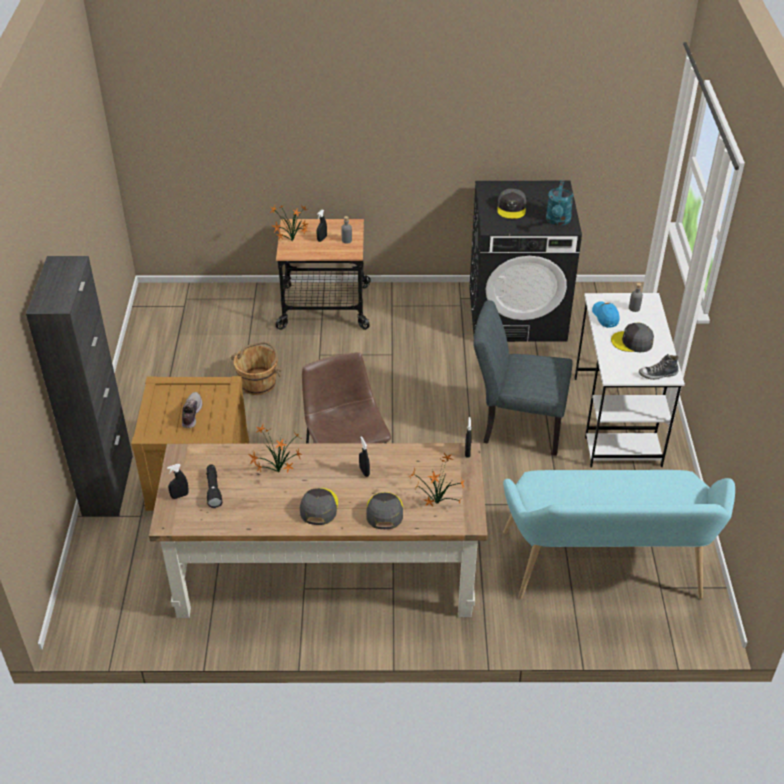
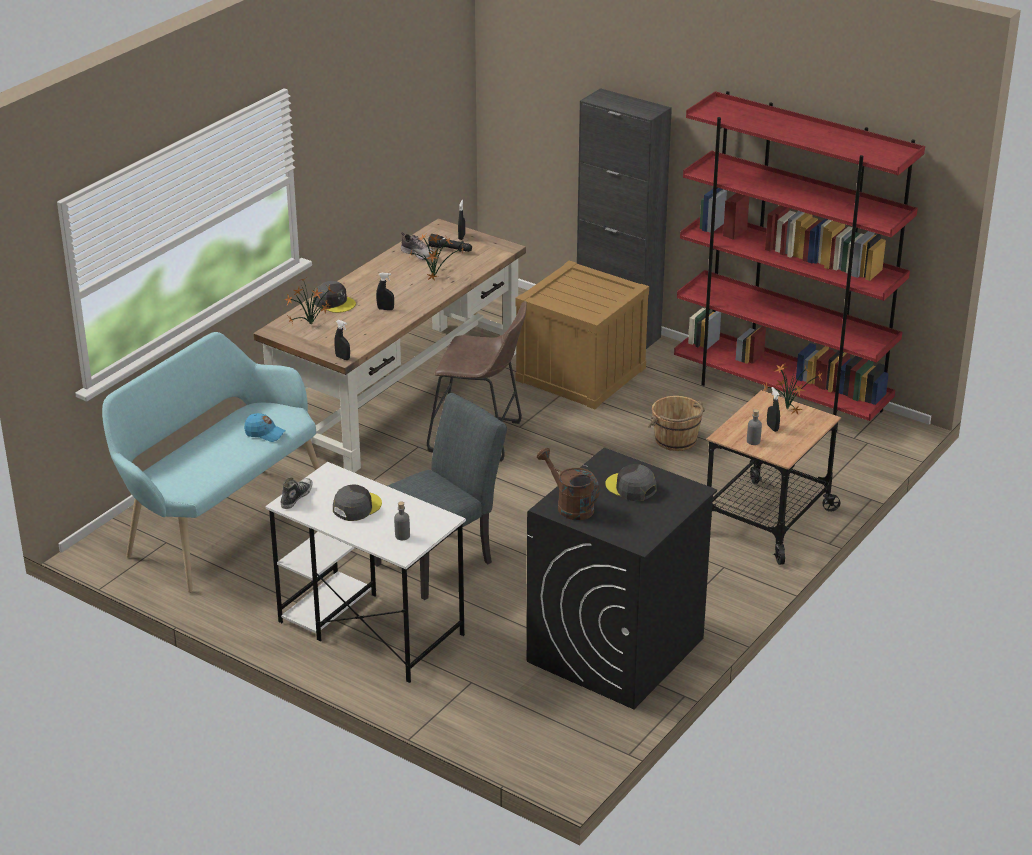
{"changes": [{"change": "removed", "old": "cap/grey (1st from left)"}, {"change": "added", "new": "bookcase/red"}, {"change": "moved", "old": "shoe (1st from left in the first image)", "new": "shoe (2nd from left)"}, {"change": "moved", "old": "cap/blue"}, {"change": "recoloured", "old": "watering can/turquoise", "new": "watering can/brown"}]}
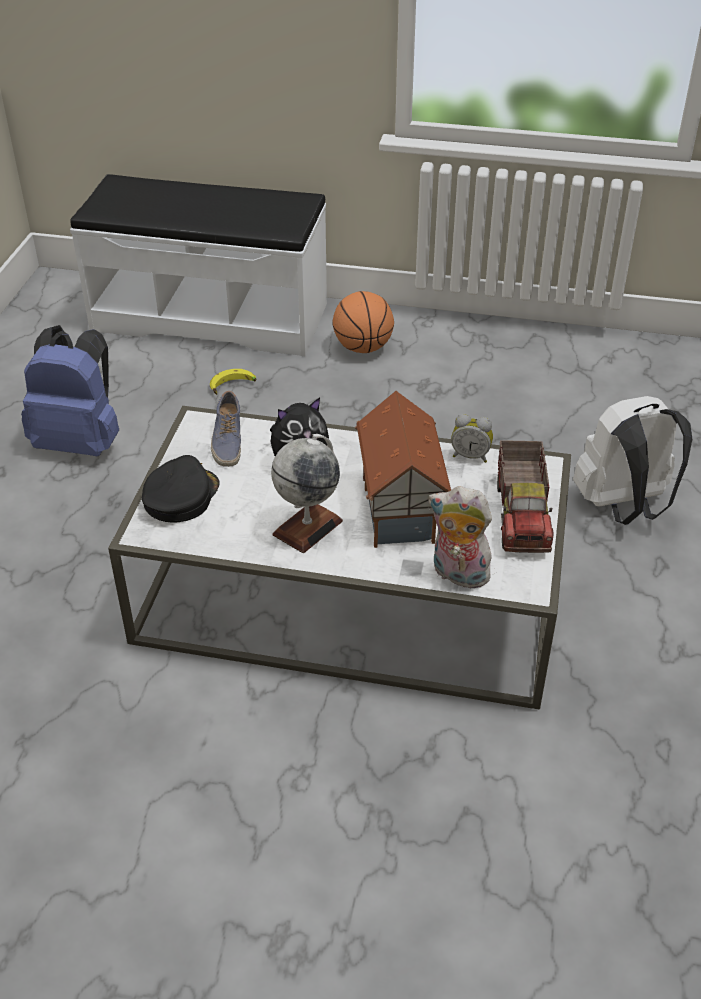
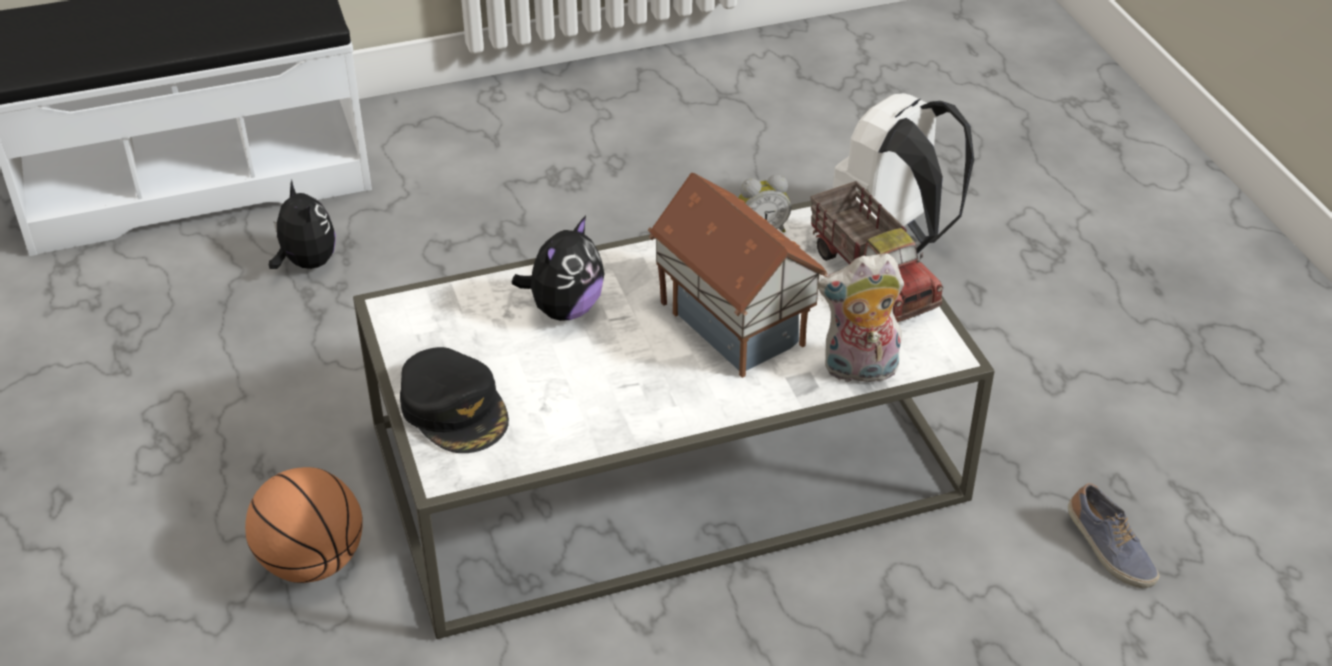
{"changes": [{"change": "removed", "old": "backpack/blue"}, {"change": "removed", "old": "globe"}, {"change": "moved", "old": "shoe"}, {"change": "moved", "old": "basketball"}, {"change": "replaced", "old": "banana", "new": "plush toy (1st from left)"}, {"change": "turned", "old": "cap/black", "degrees": 150}]}
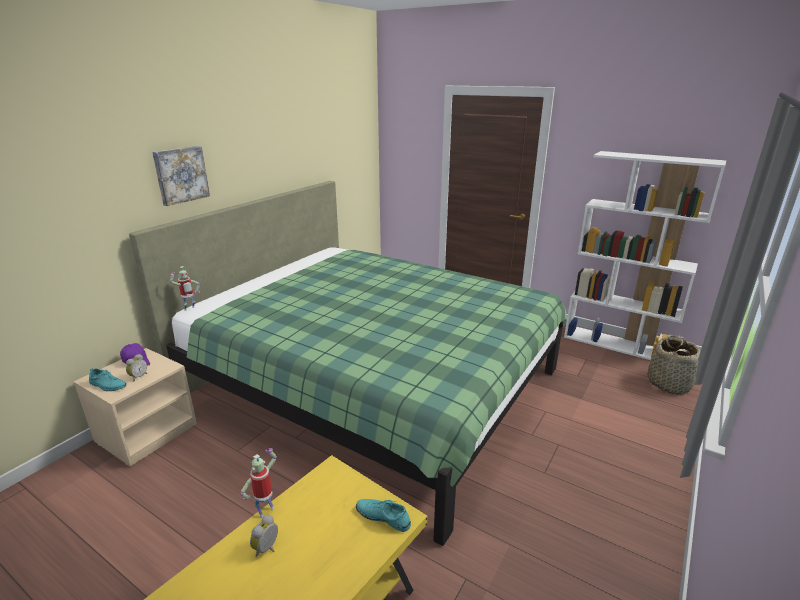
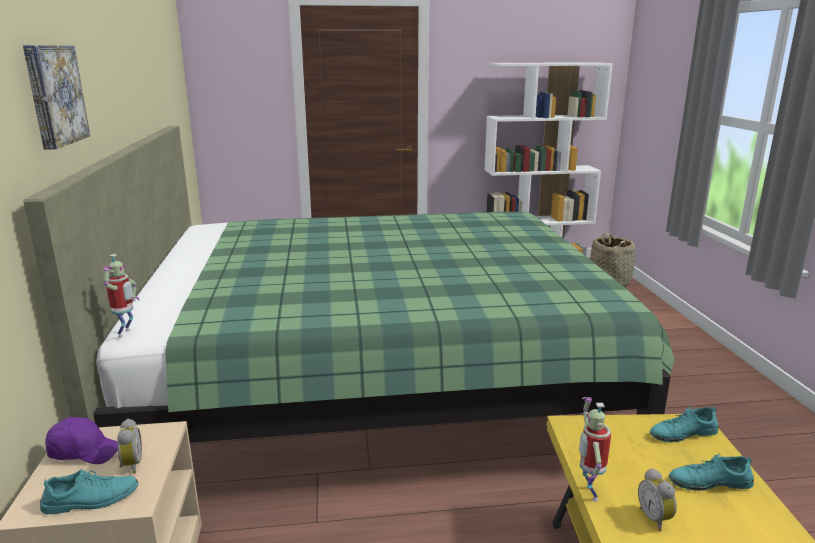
{"changes": [{"change": "added", "new": "shoe/turquoise (3rd from left)"}]}
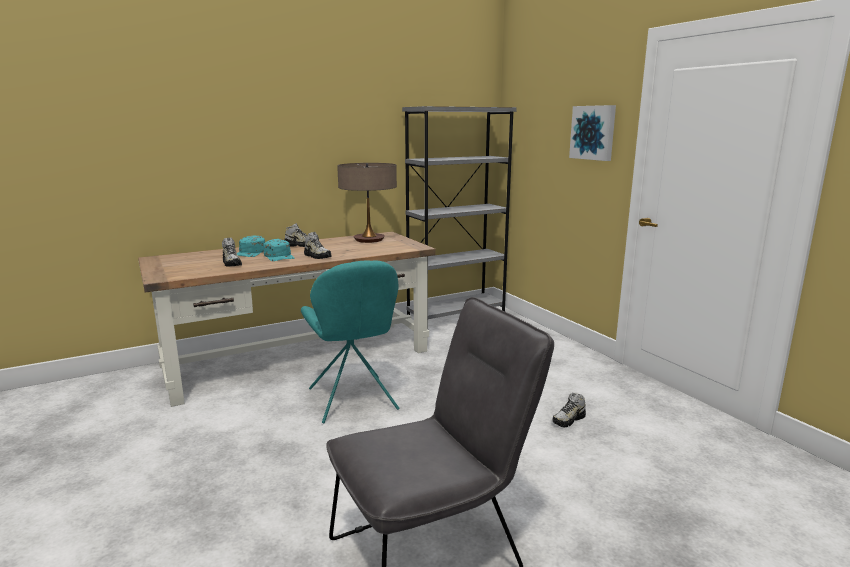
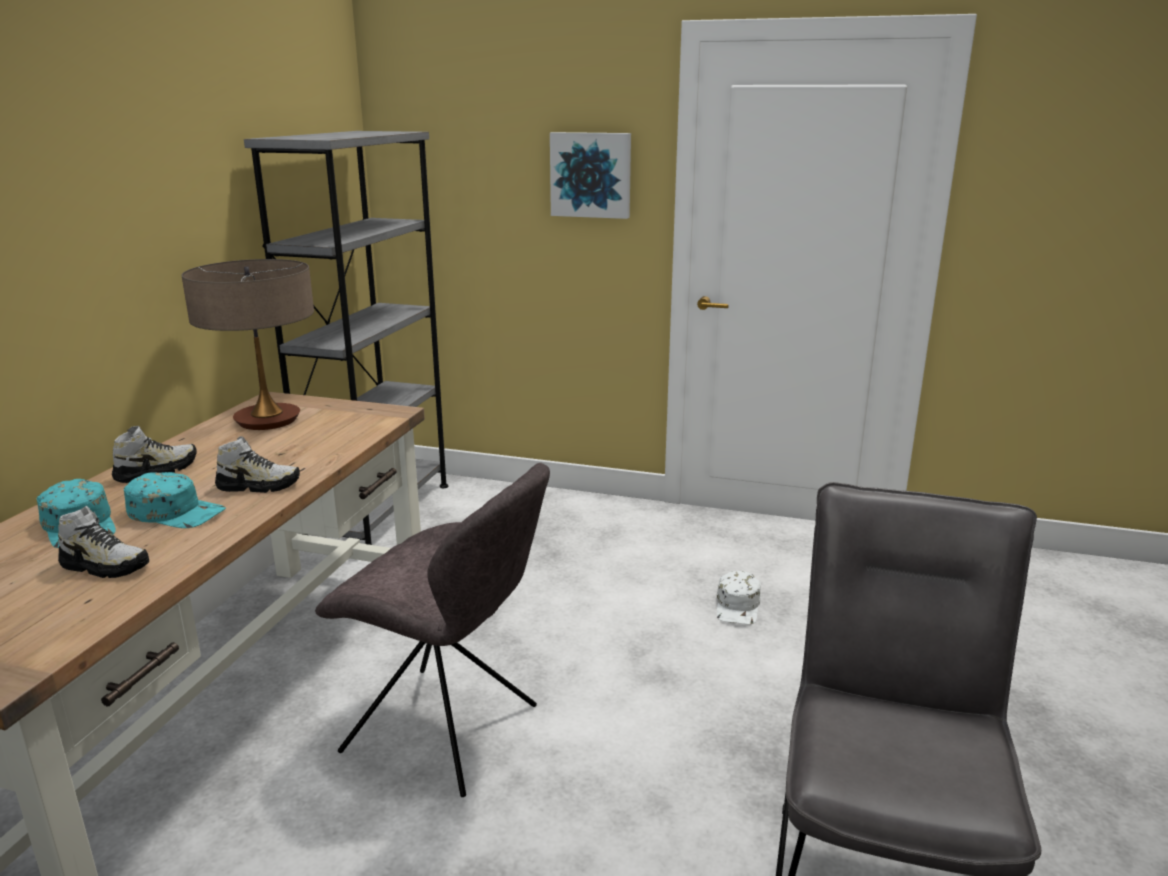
{"changes": [{"change": "replaced", "old": "shoe (4th from left)", "new": "cap/white"}, {"change": "recoloured", "old": "chair/turquoise", "new": "chair/grey (1st from left)"}]}
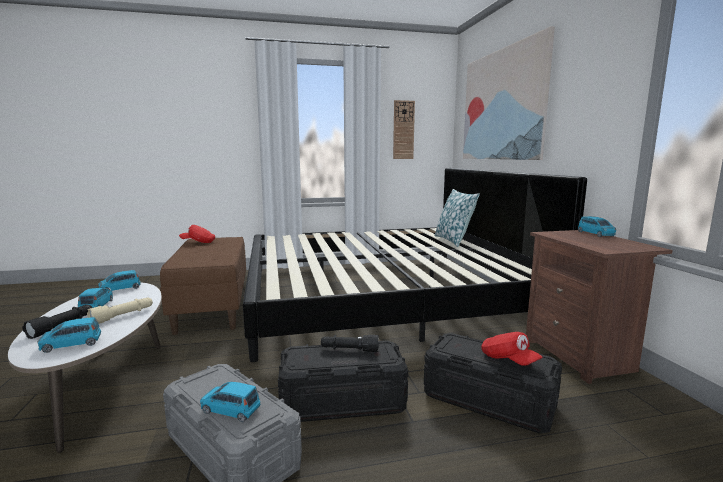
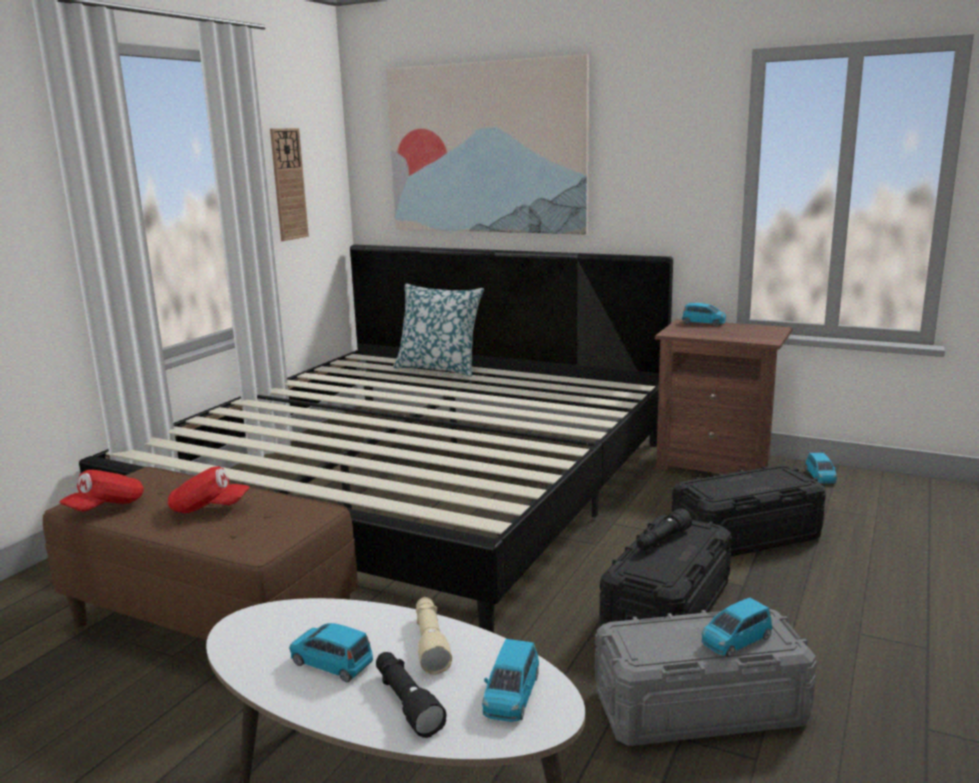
{"changes": [{"change": "moved", "old": "toy car/blue (3rd from left in the first image)", "new": "toy car/blue (5th from left)"}, {"change": "moved", "old": "cap/red (2nd from left)"}]}
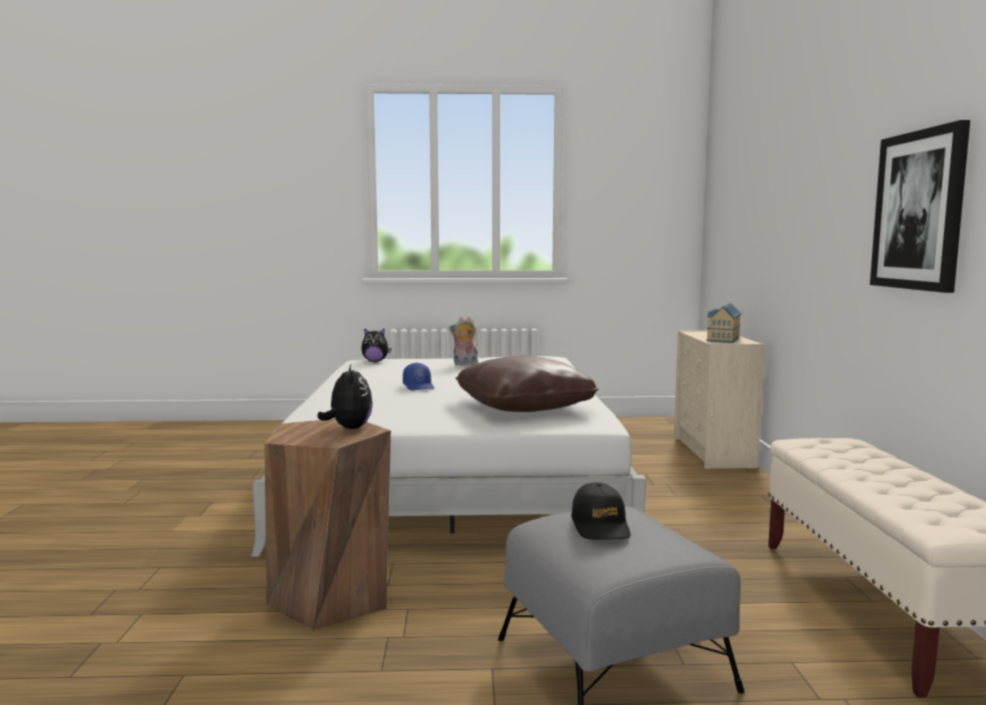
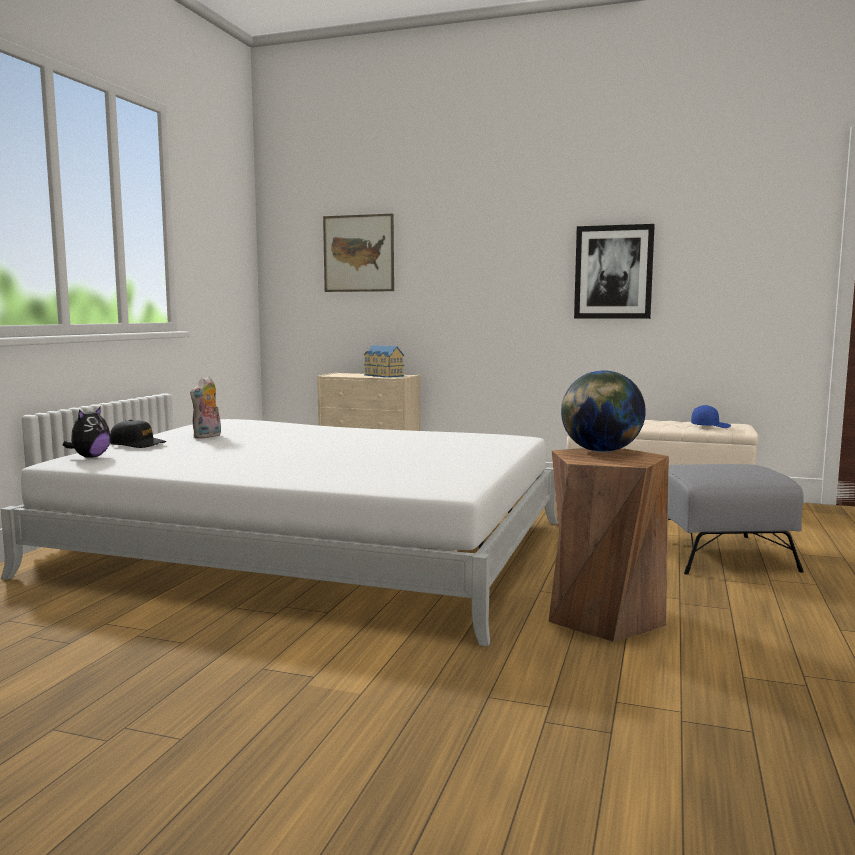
{"changes": [{"change": "removed", "old": "pillow/brown"}, {"change": "added", "new": "picture (1st from left)"}, {"change": "moved", "old": "cap/blue"}, {"change": "moved", "old": "cap/black"}, {"change": "replaced", "old": "plush toy (1st from left)", "new": "globe"}]}
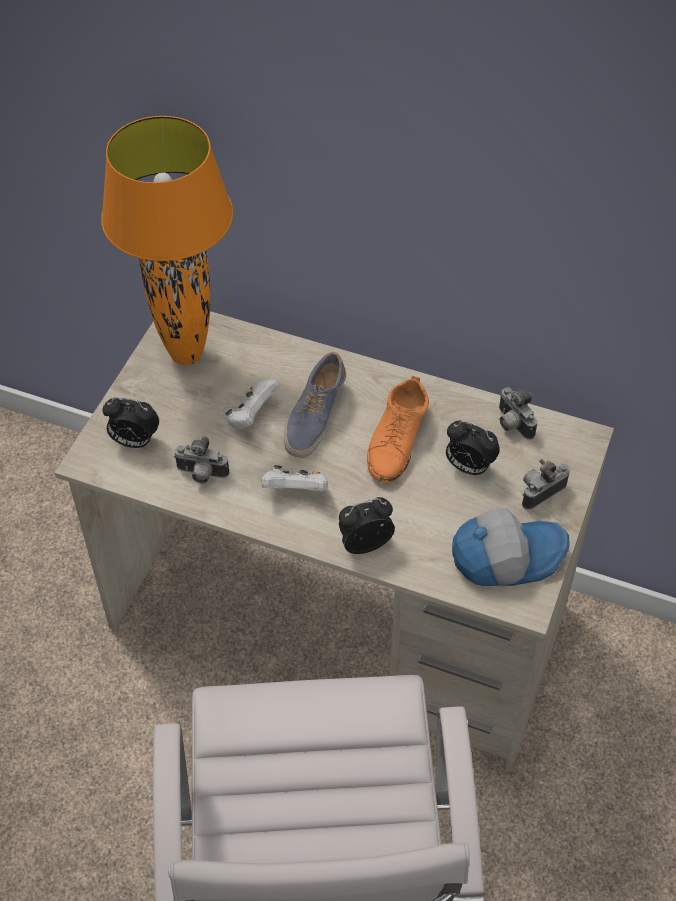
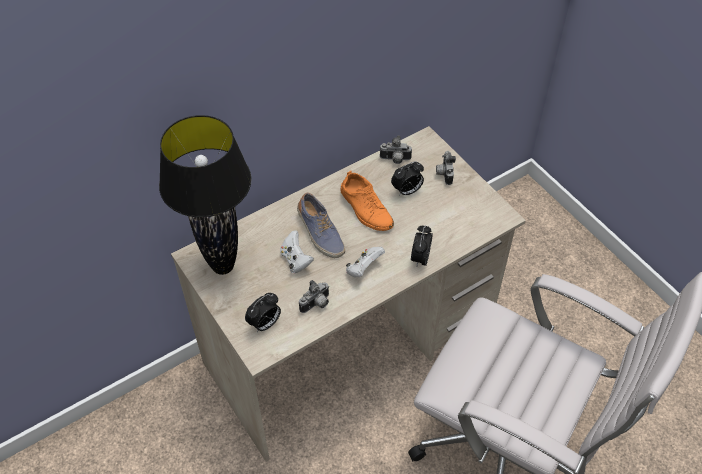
{"changes": [{"change": "removed", "old": "cap"}, {"change": "recoloured", "old": "table lamp/orange", "new": "table lamp/black"}]}
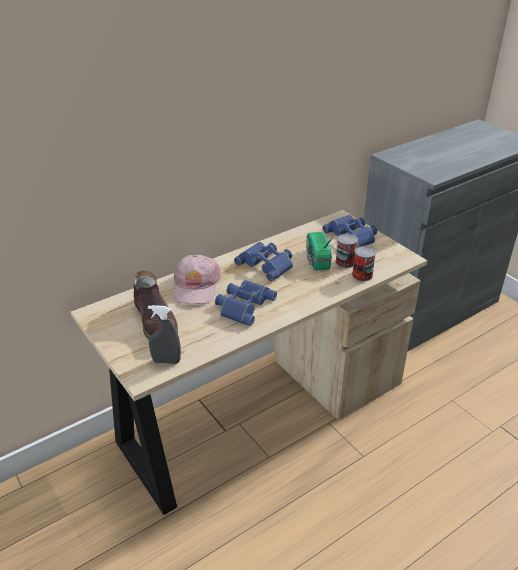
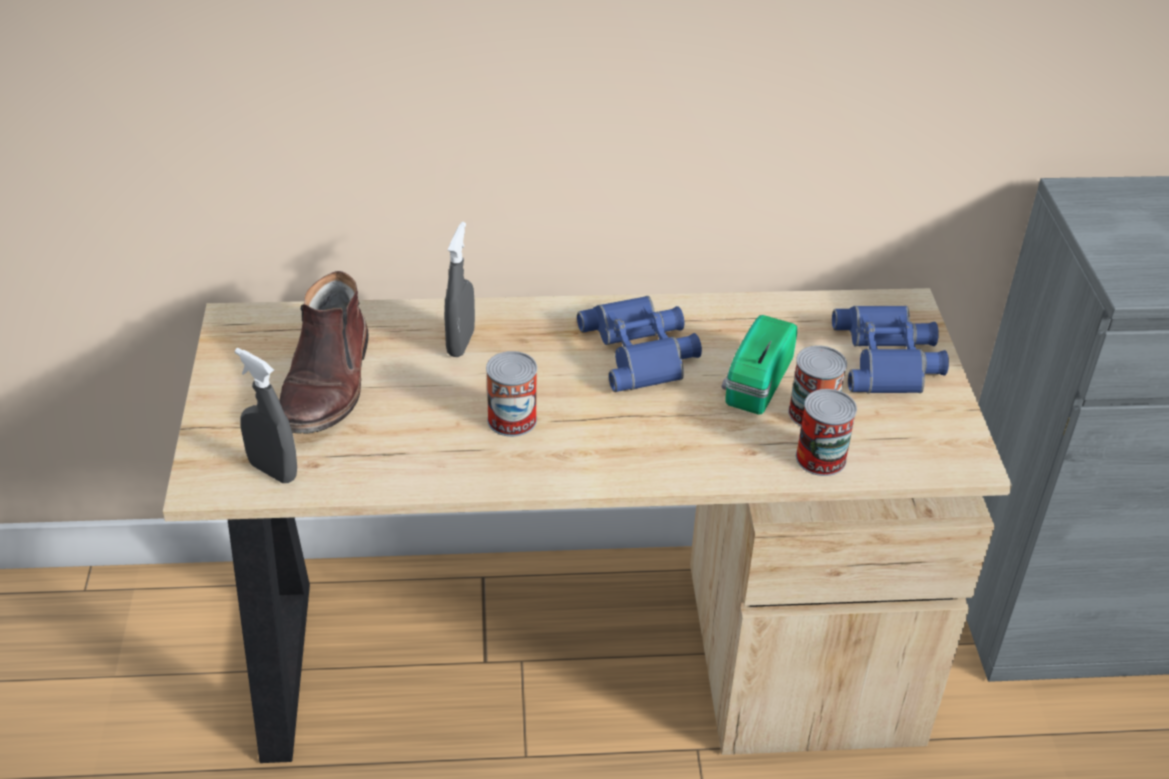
{"changes": [{"change": "replaced", "old": "cap/pink", "new": "spray bottle/grey (2nd from left)"}, {"change": "replaced", "old": "binoculars/blue (1st from left)", "new": "can (1st from left)"}]}
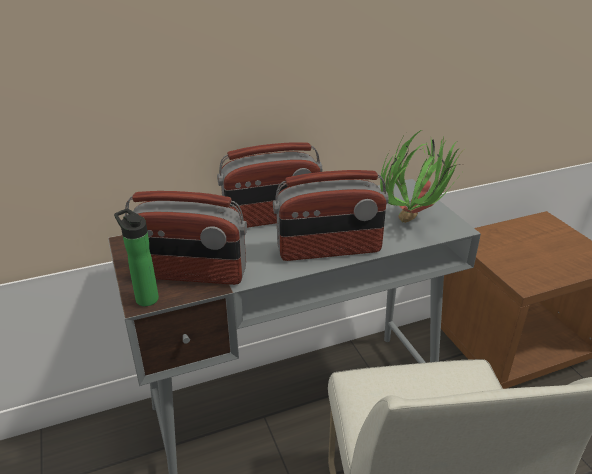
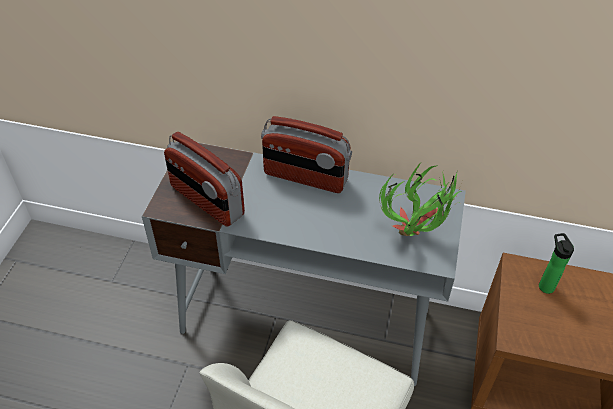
{"changes": [{"change": "removed", "old": "radio (3rd from left)"}, {"change": "moved", "old": "bottle"}]}
